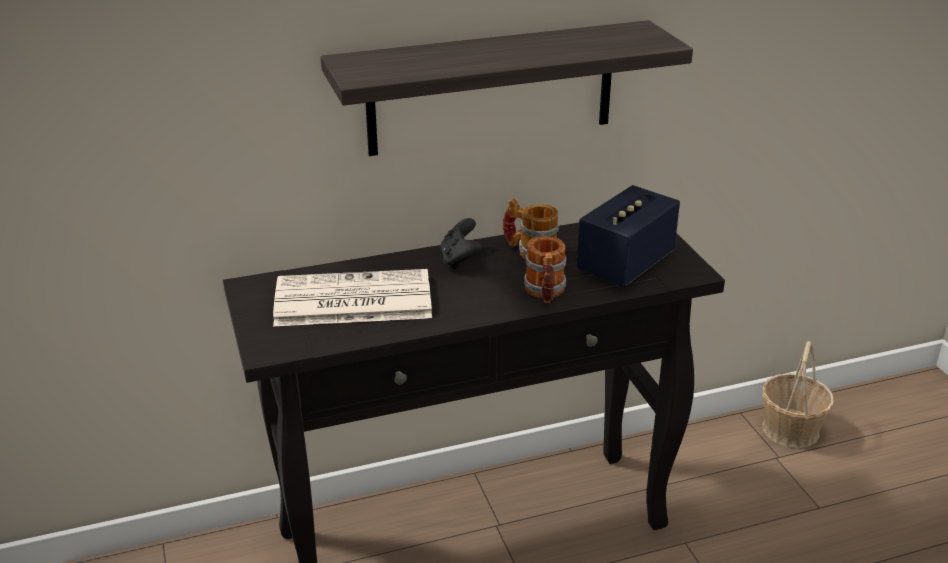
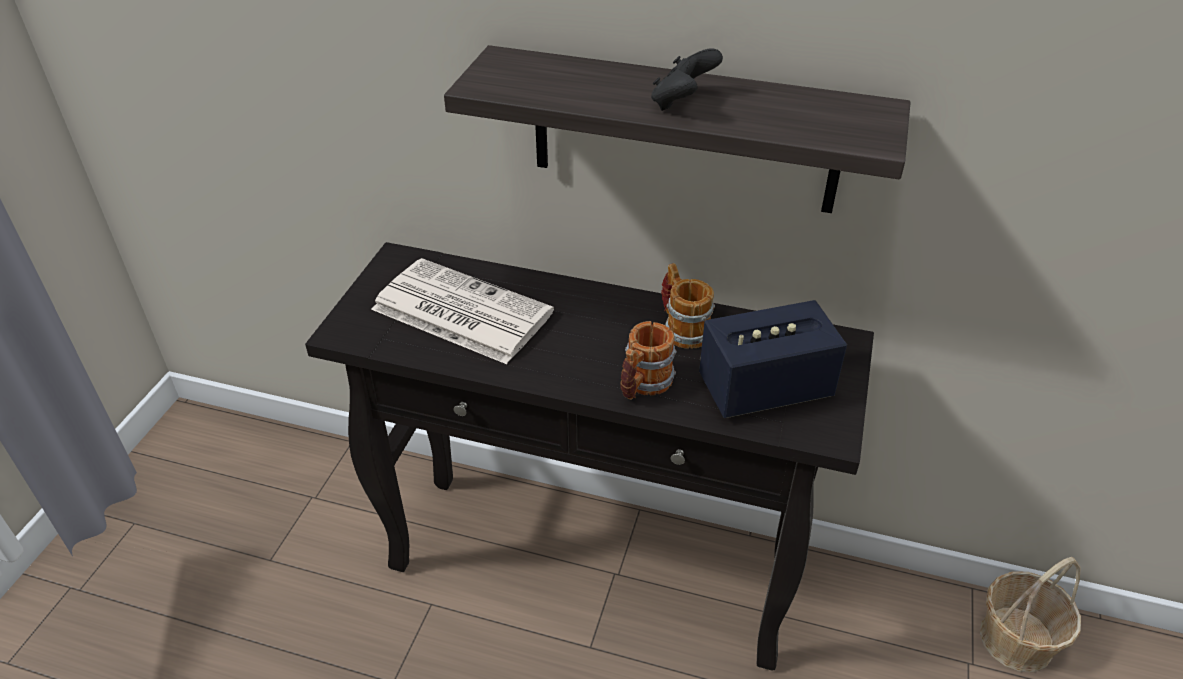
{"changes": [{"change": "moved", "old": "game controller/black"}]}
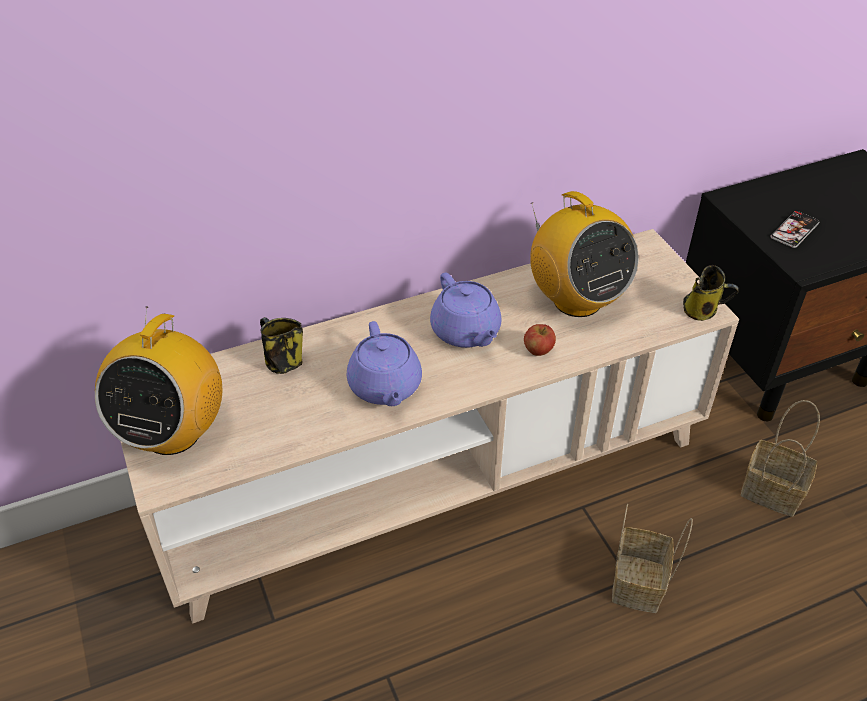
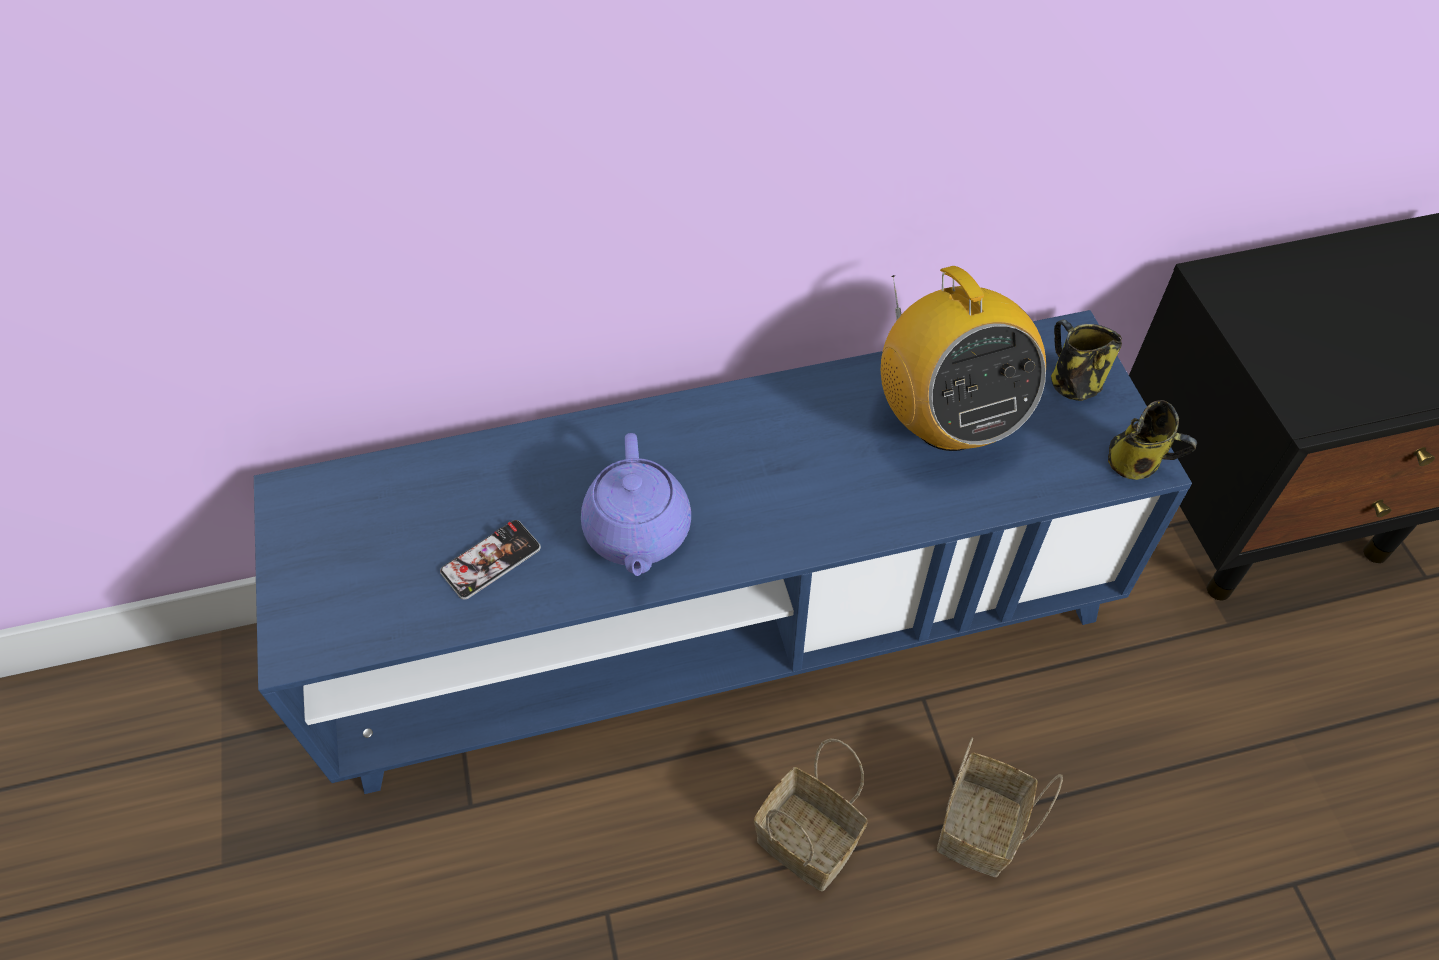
{"changes": [{"change": "removed", "old": "radio (1st from left)"}, {"change": "removed", "old": "teapot/purple (2nd from left)"}, {"change": "removed", "old": "apple"}, {"change": "moved", "old": "mug (1st from left)"}, {"change": "moved", "old": "basket (2nd from left in the first image)", "new": "basket (1st from left)"}, {"change": "moved", "old": "phone"}, {"change": "recoloured", "old": "tv stand/beige", "new": "tv stand/blue"}]}
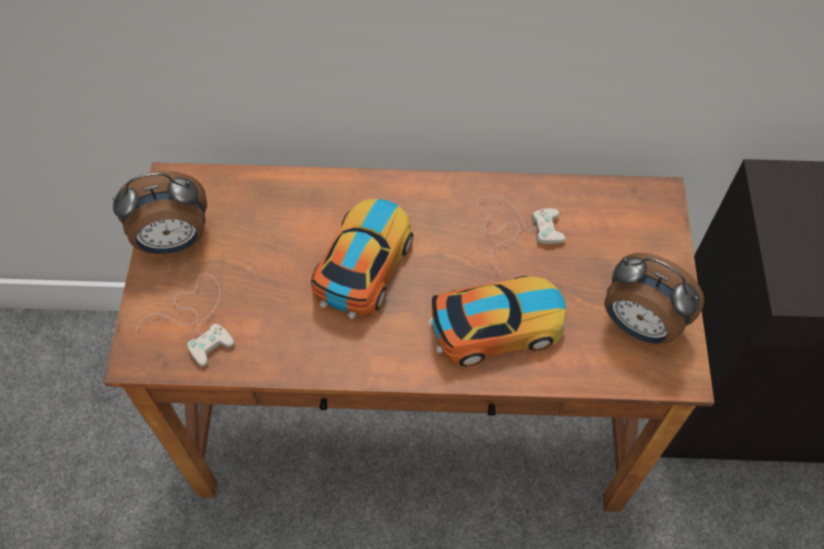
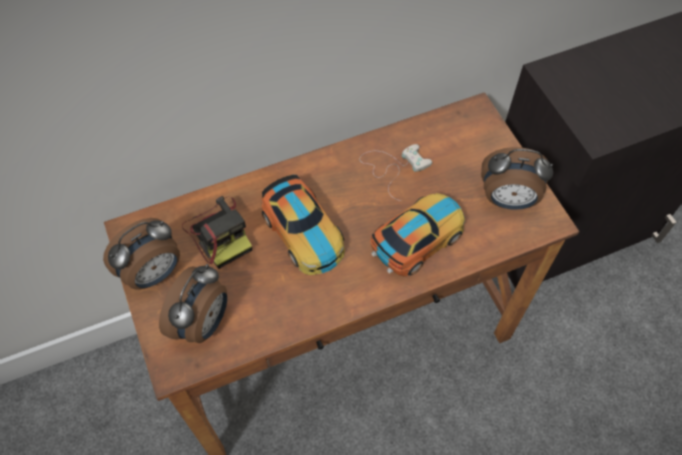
{"changes": [{"change": "added", "new": "photo camera"}, {"change": "replaced", "old": "game controller/white (1st from left)", "new": "alarm clock (2nd from left)"}, {"change": "turned", "old": "toy car (1st from left)", "degrees": 150}]}
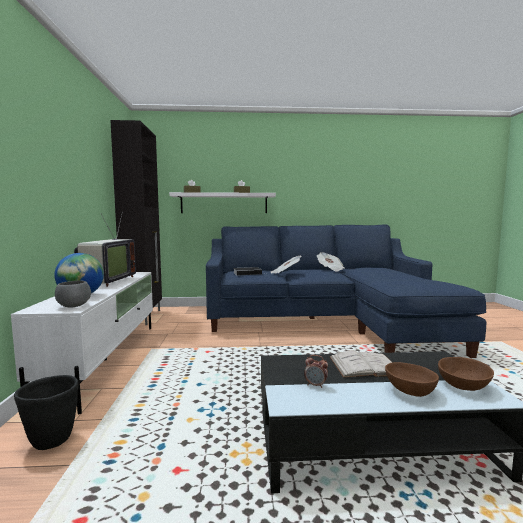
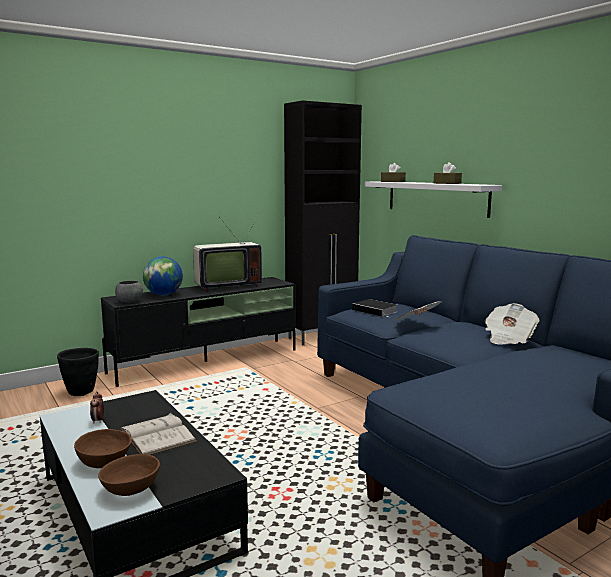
{"changes": [{"change": "recoloured", "old": "tv stand/white", "new": "tv stand/black"}]}
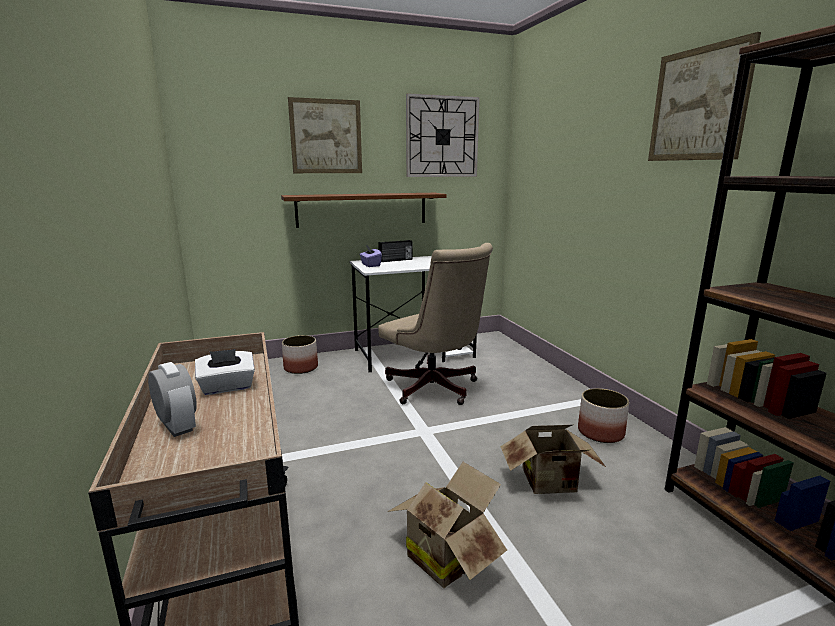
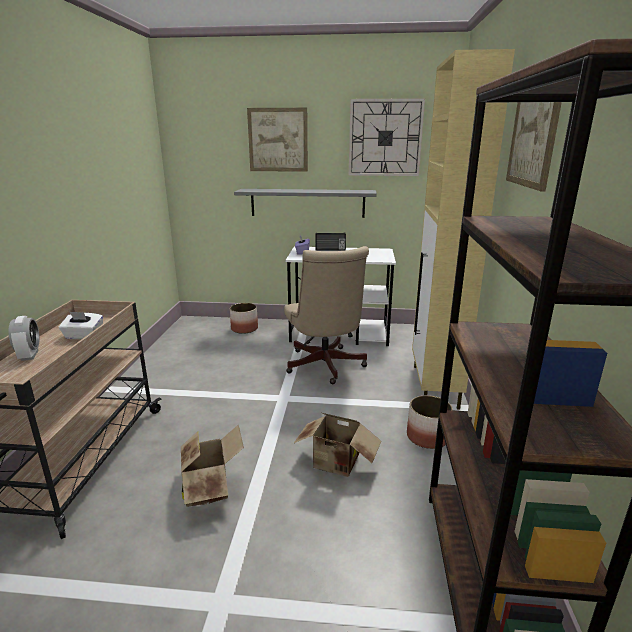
{"changes": [{"change": "added", "new": "cabinet/beige"}, {"change": "recoloured", "old": "shelf/brown", "new": "shelf/grey"}]}
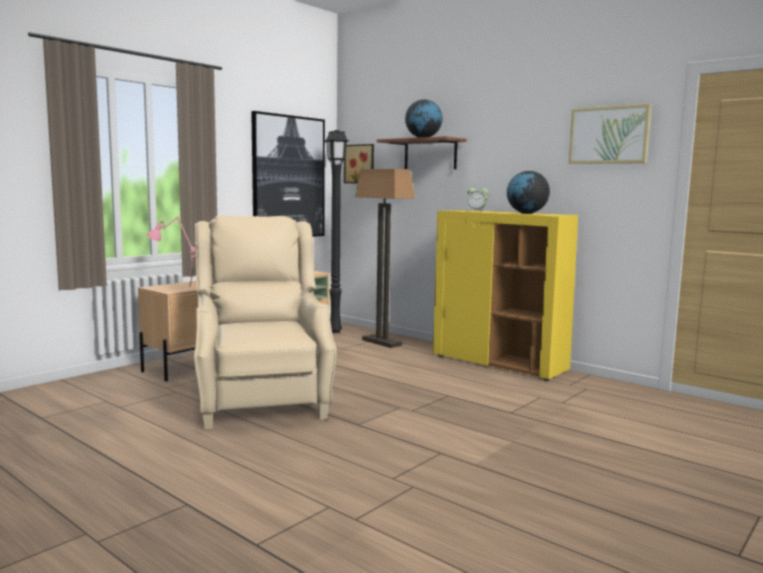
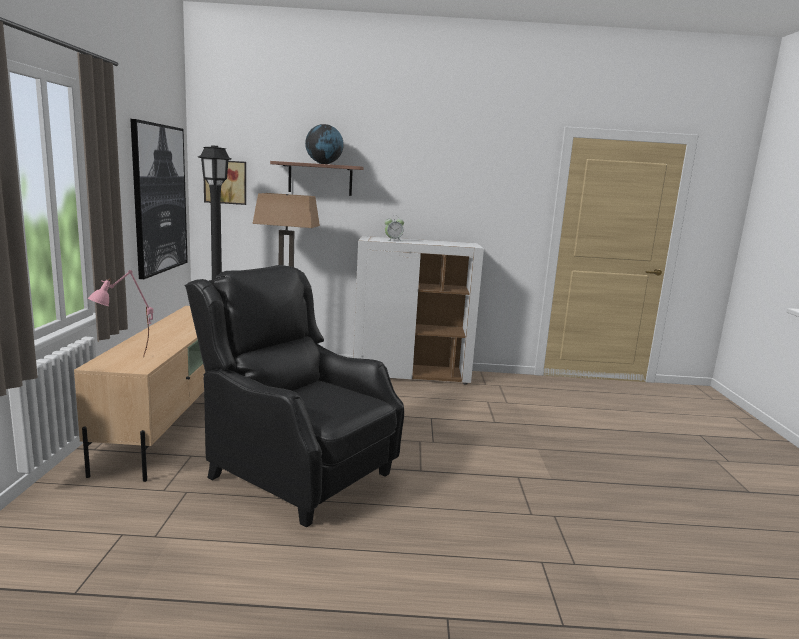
{"changes": [{"change": "removed", "old": "globe (2nd from left)"}, {"change": "removed", "old": "picture (3rd from left)"}, {"change": "recoloured", "old": "armchair/beige", "new": "armchair/black"}, {"change": "recoloured", "old": "cabinet/yellow", "new": "cabinet/white"}]}
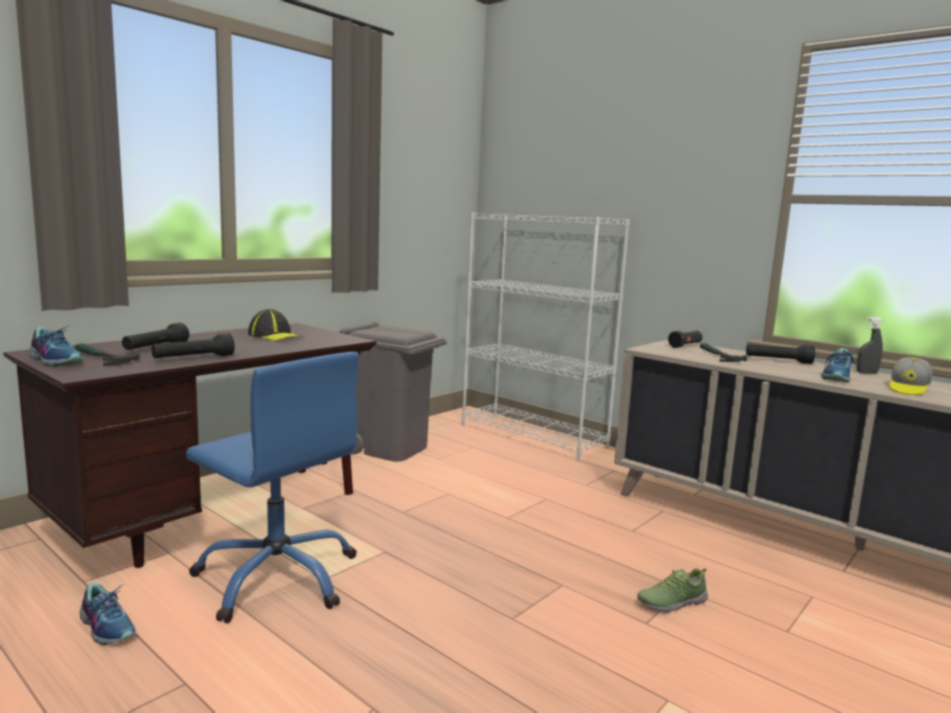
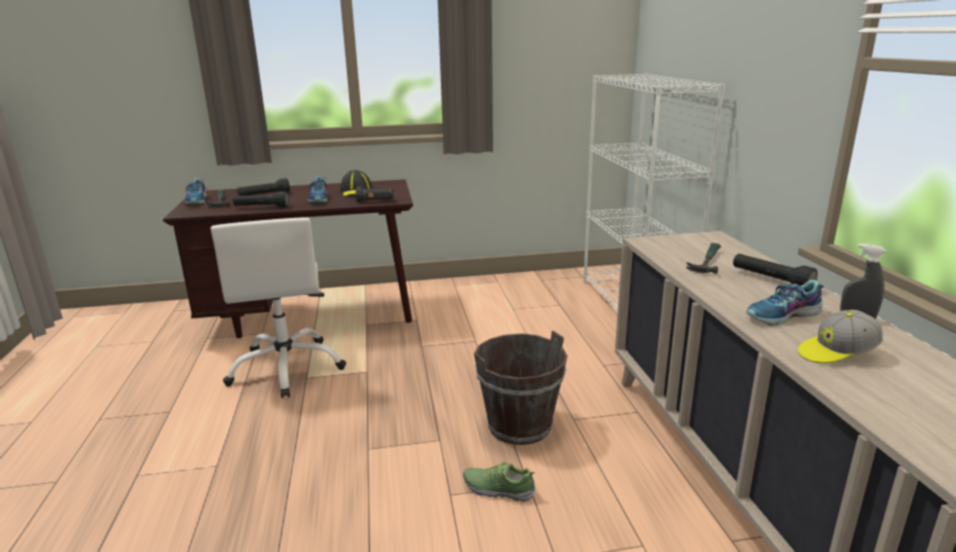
{"changes": [{"change": "removed", "old": "trash can/grey"}, {"change": "added", "new": "bucket/brown"}, {"change": "moved", "old": "shoe (2nd from left)"}, {"change": "moved", "old": "flashlight/black (3rd from left)"}, {"change": "recoloured", "old": "office chair/blue", "new": "office chair/white"}]}
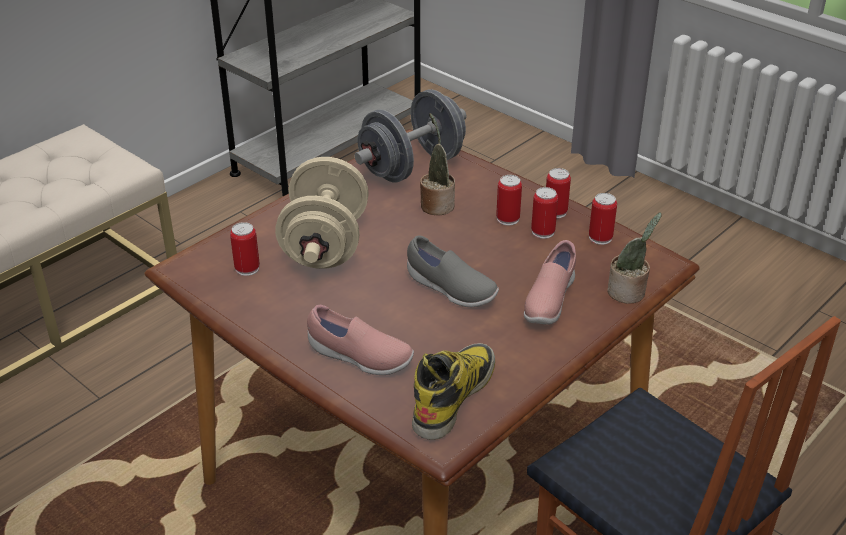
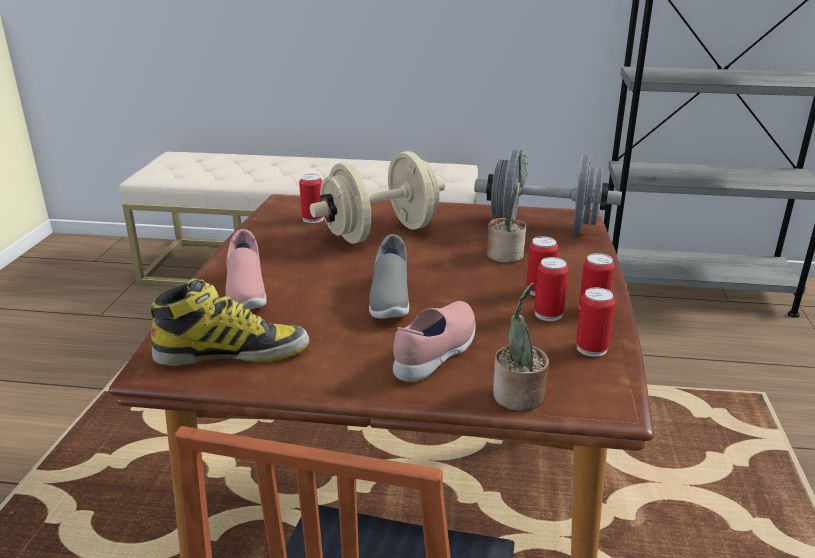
{"changes": [{"change": "turned", "old": "shoe/pink (2nd from left)", "degrees": 135}]}
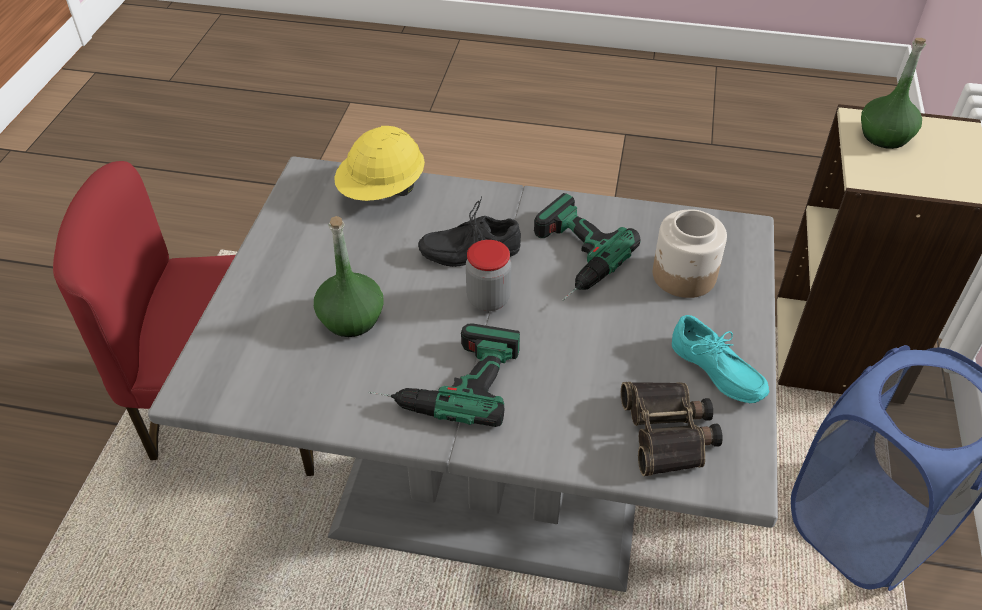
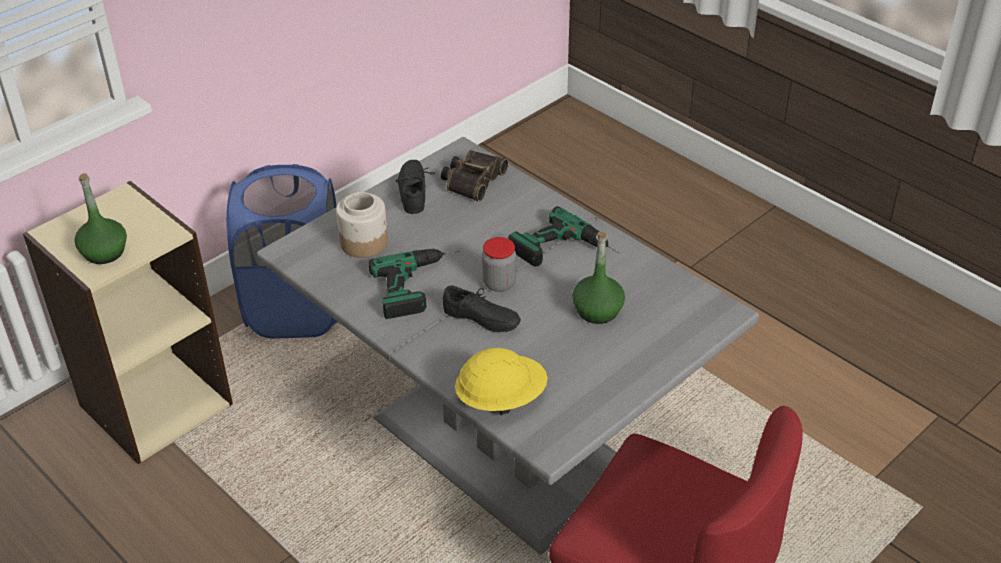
{"changes": [{"change": "recoloured", "old": "shoe/turquoise", "new": "shoe/black (1st from left)"}]}
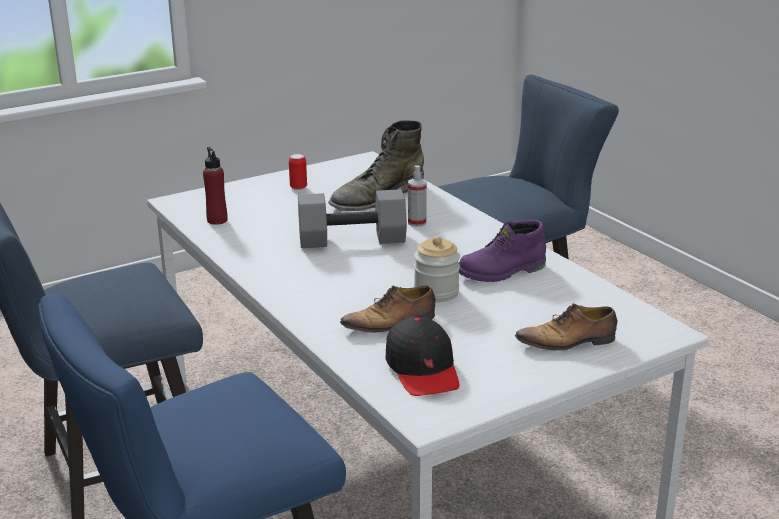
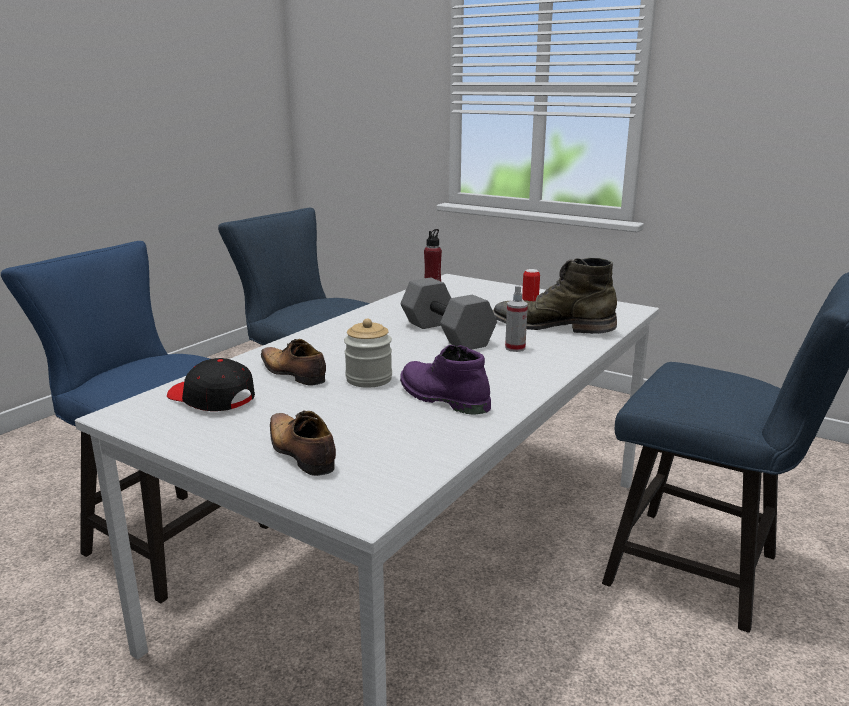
{"changes": [{"change": "turned", "old": "cap/black", "degrees": 75}]}
